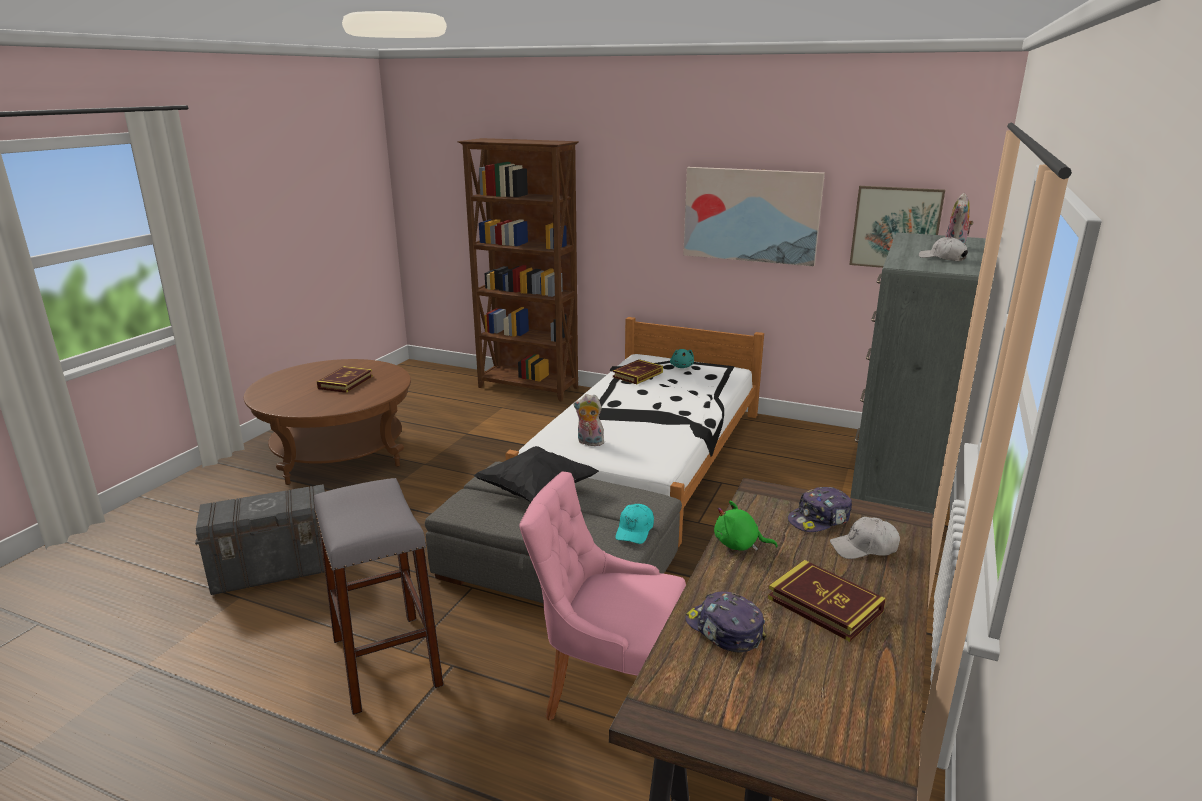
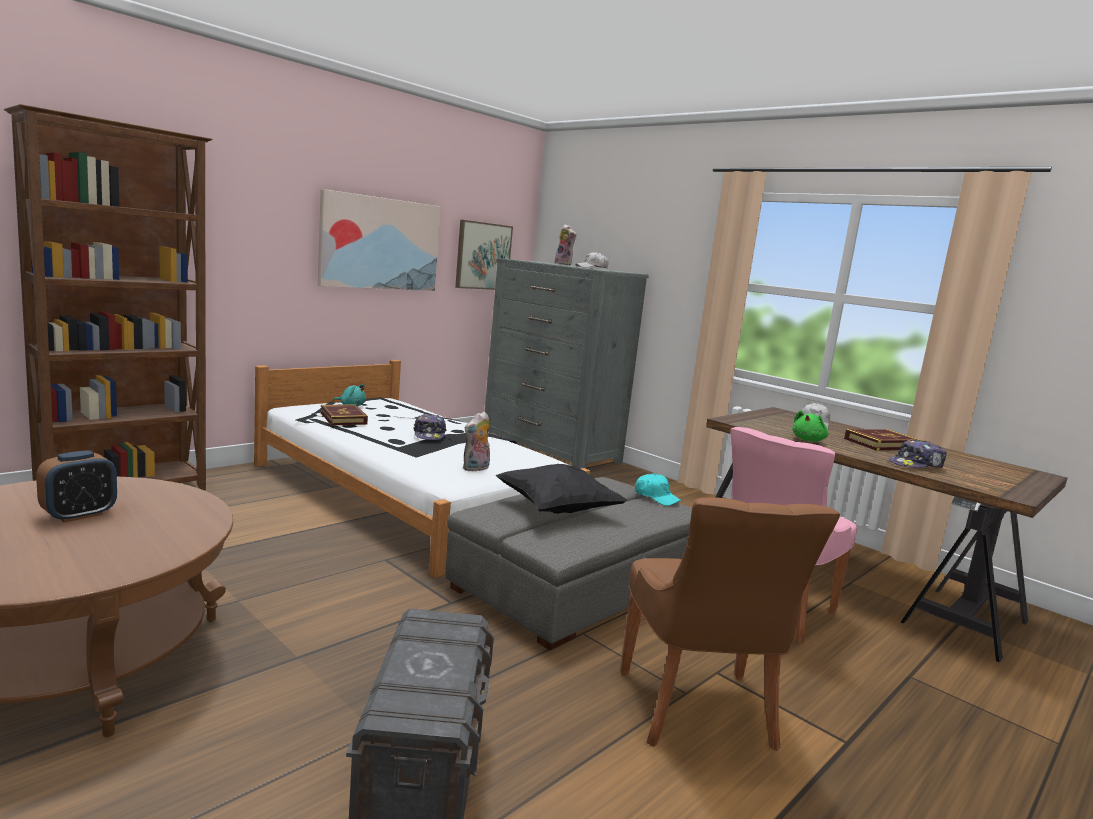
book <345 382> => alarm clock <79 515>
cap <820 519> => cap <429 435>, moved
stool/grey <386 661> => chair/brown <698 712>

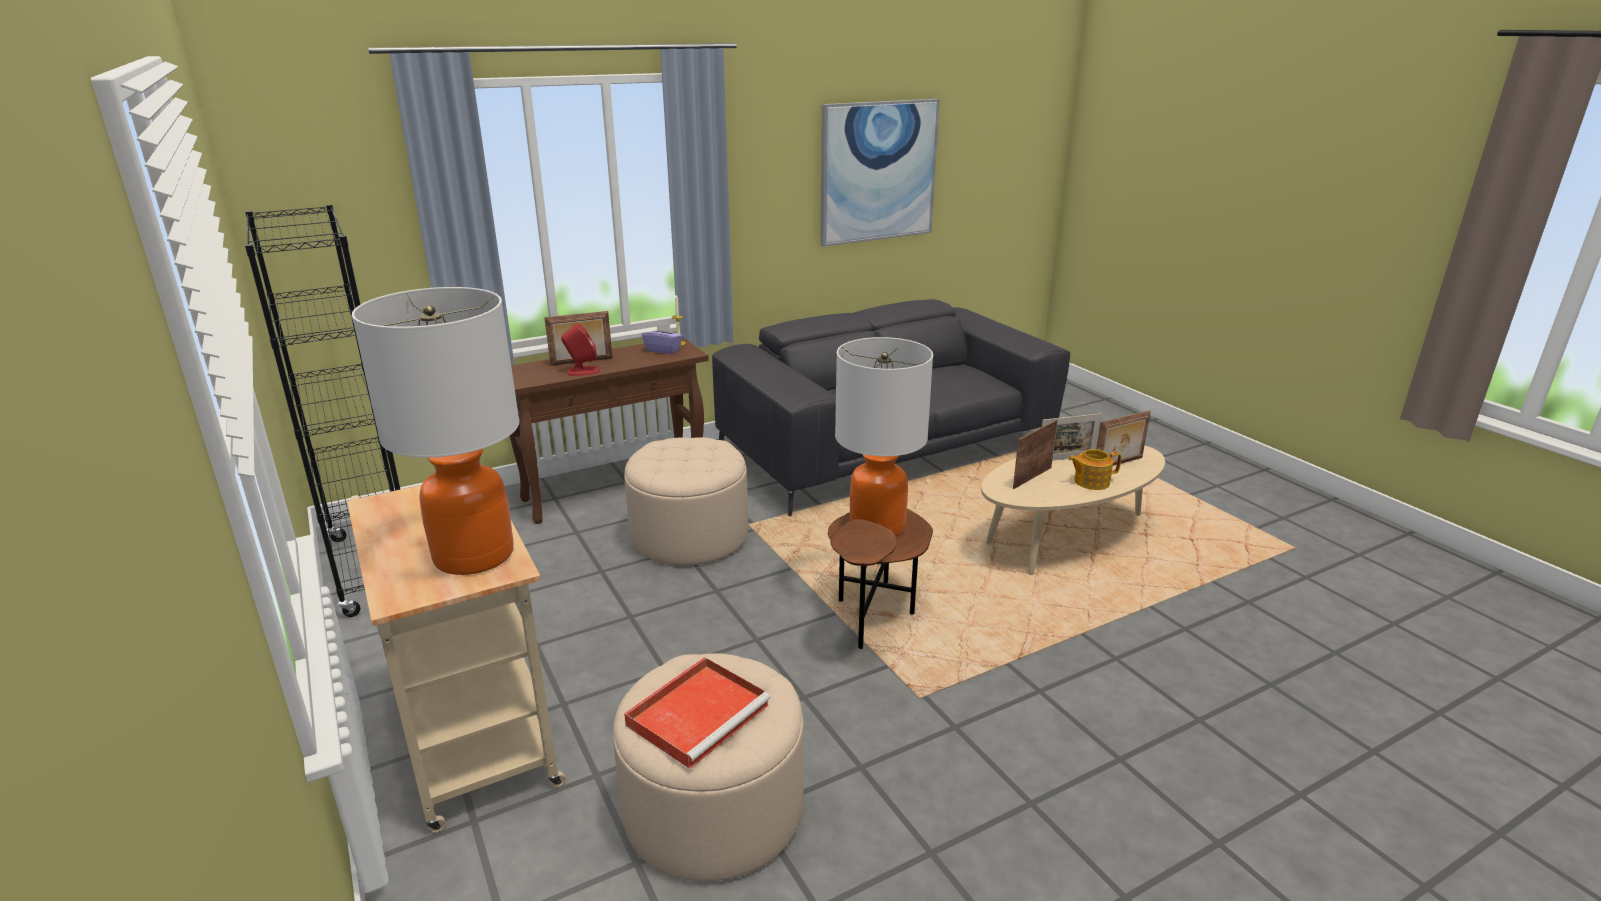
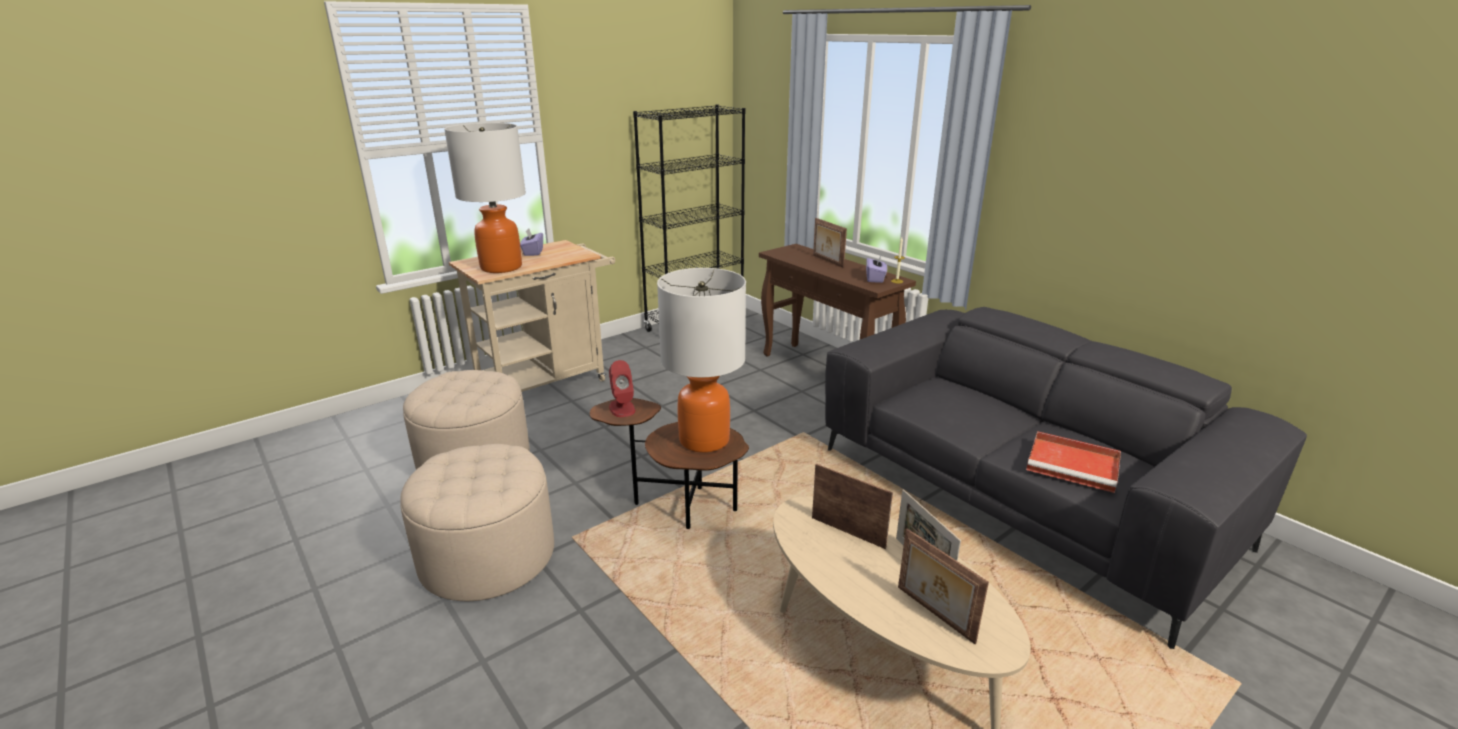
ottoman/beige <689 536> => ottoman/beige <487 556>, moved
nothing => tissue box/purple <533 252>
speaker/red <582 371> => speaker/red <622 408>, moved
tray/red <699 713> => tray/red <1074 465>, moved
picture <878 172> => nothing
teapot <1090 481> => nothing

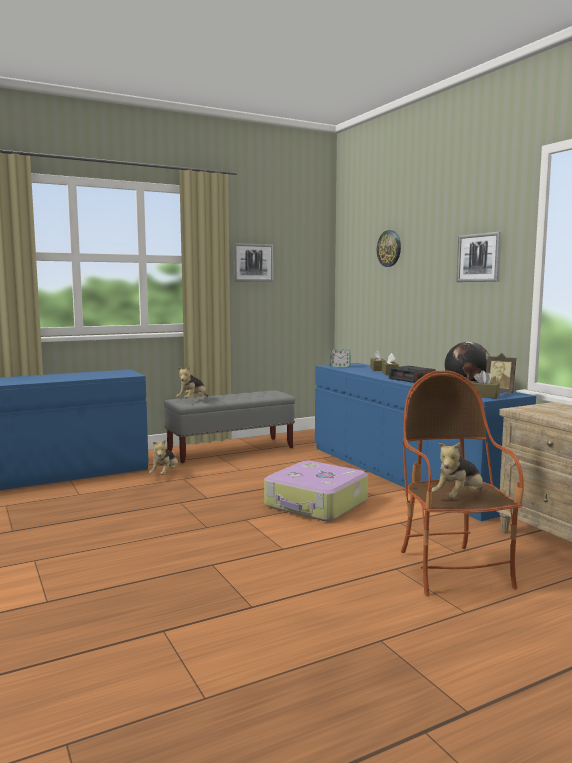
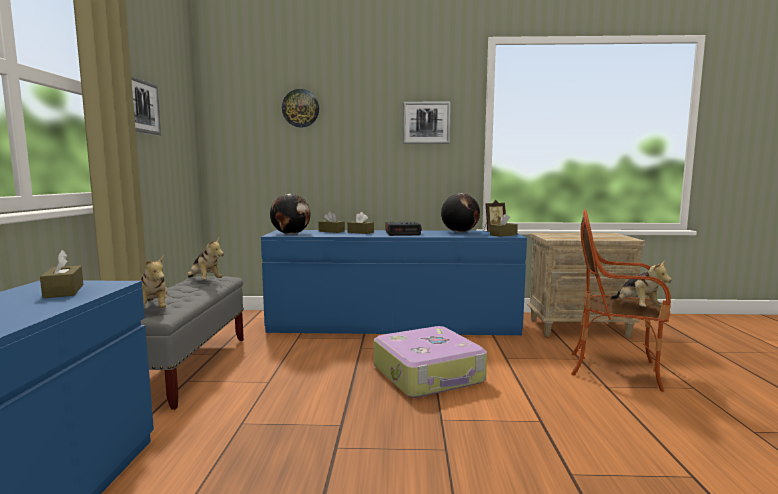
nothing => tissue box/brown <64 291>
plush toy <165 474> => plush toy <205 281>, moved
alarm clock <340 366> => globe <291 234>

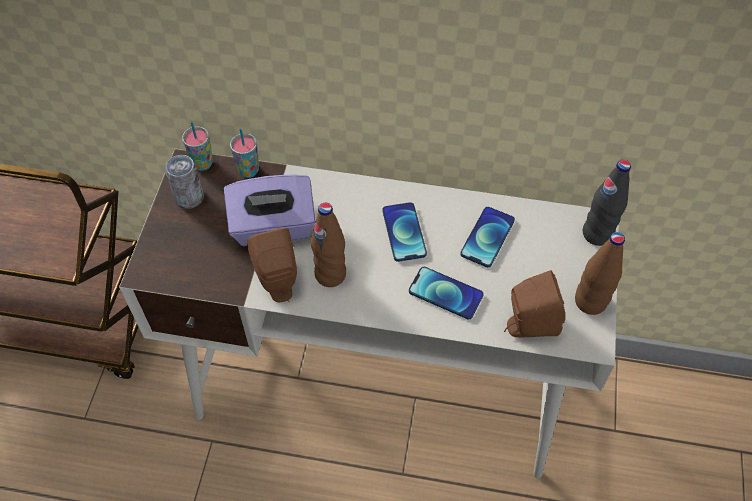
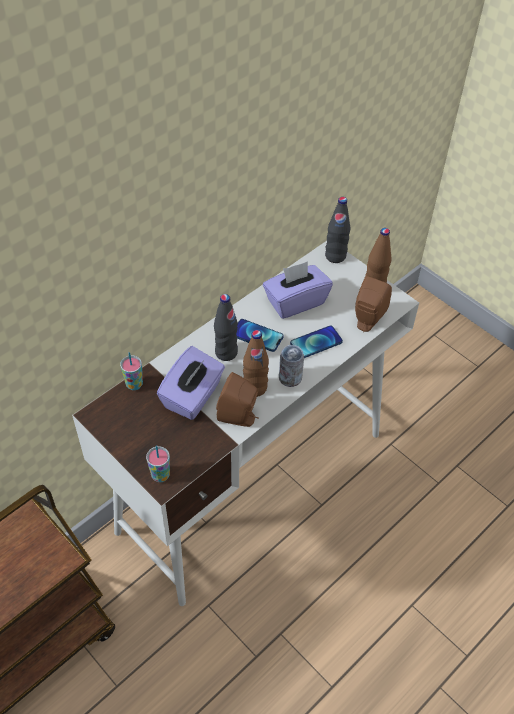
cup <202 164> => cup <160 475>, moved
nothing => bottle/black <226 352>
phone <487 237> => tissue box/purple <295 302>
can <189 198> => can <290 378>, moved

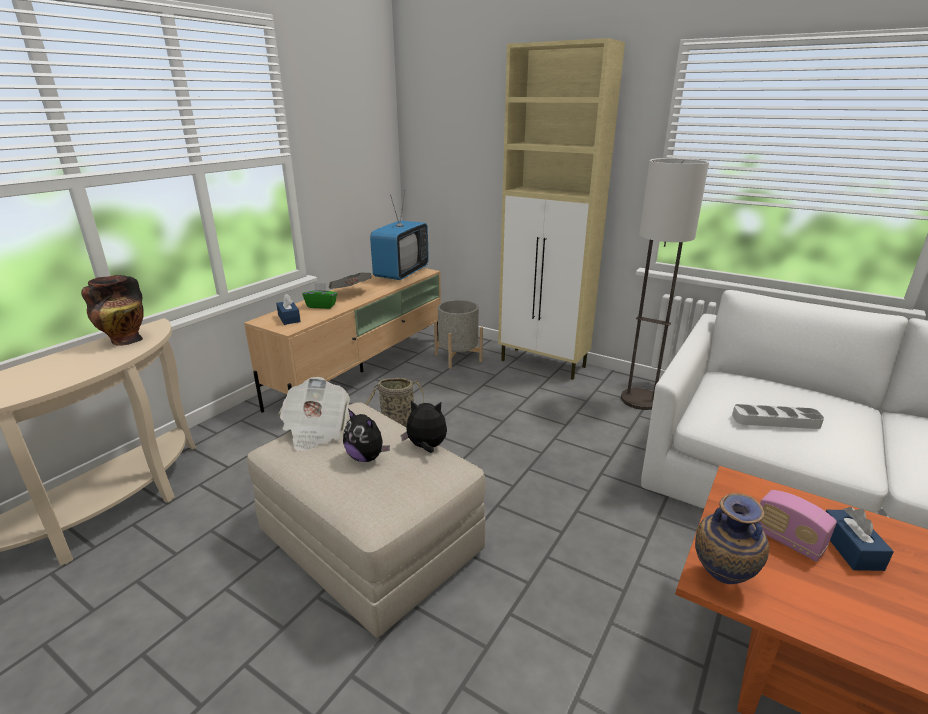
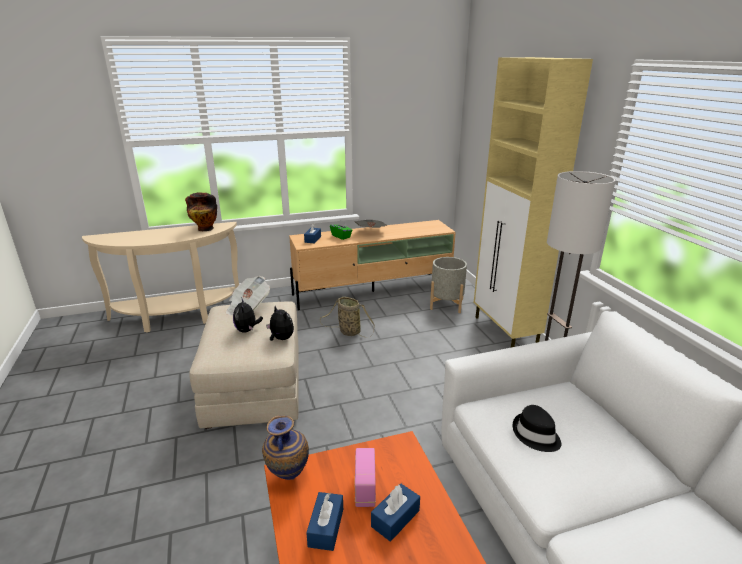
nothing => tissue box/blue <326 527>
tray/grey <775 420> => hat/black <535 435>
television <401 273> => nothing

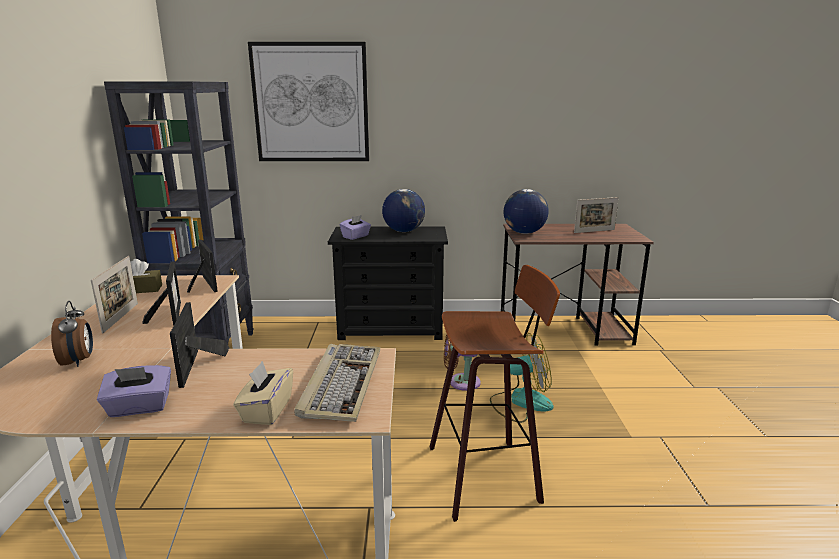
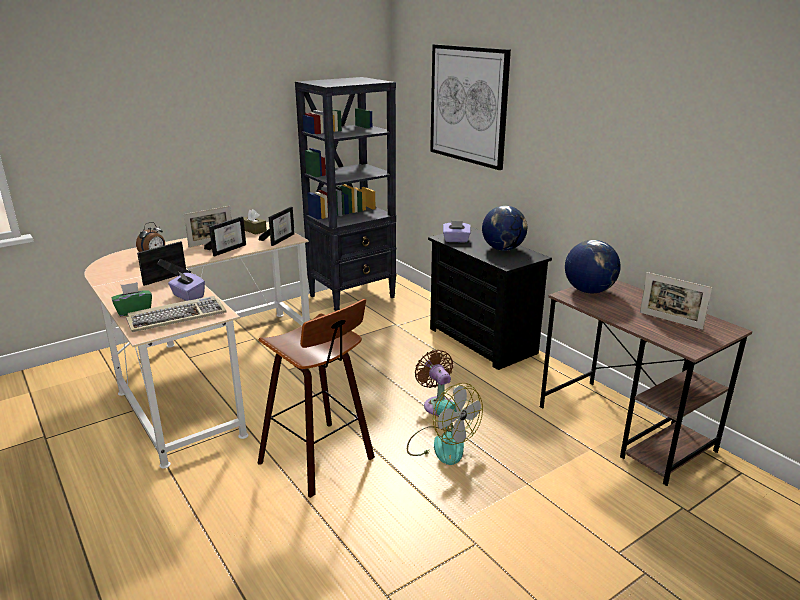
tissue box/beige <266 410> => tissue box/green <134 310>
tissue box/purple <139 407> => tissue box/purple <188 296>, moved

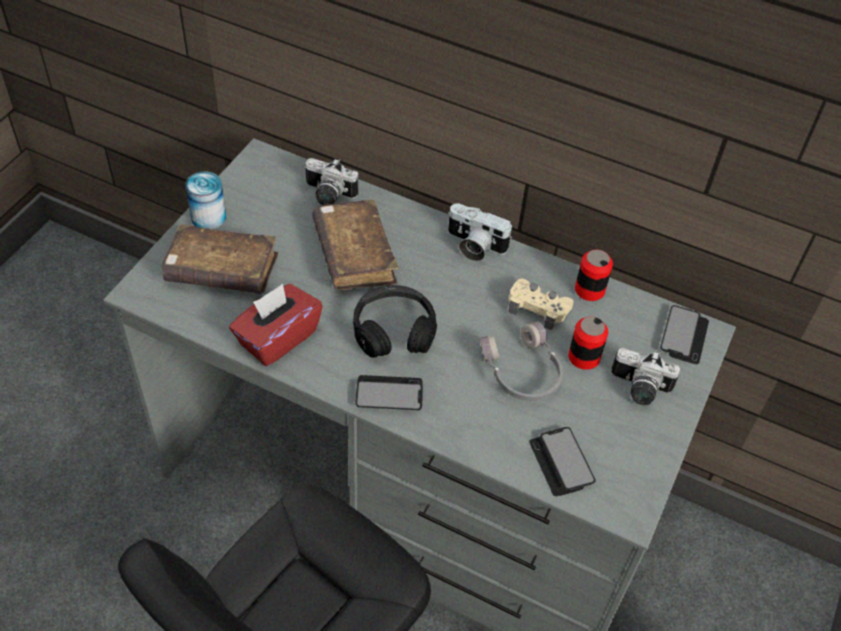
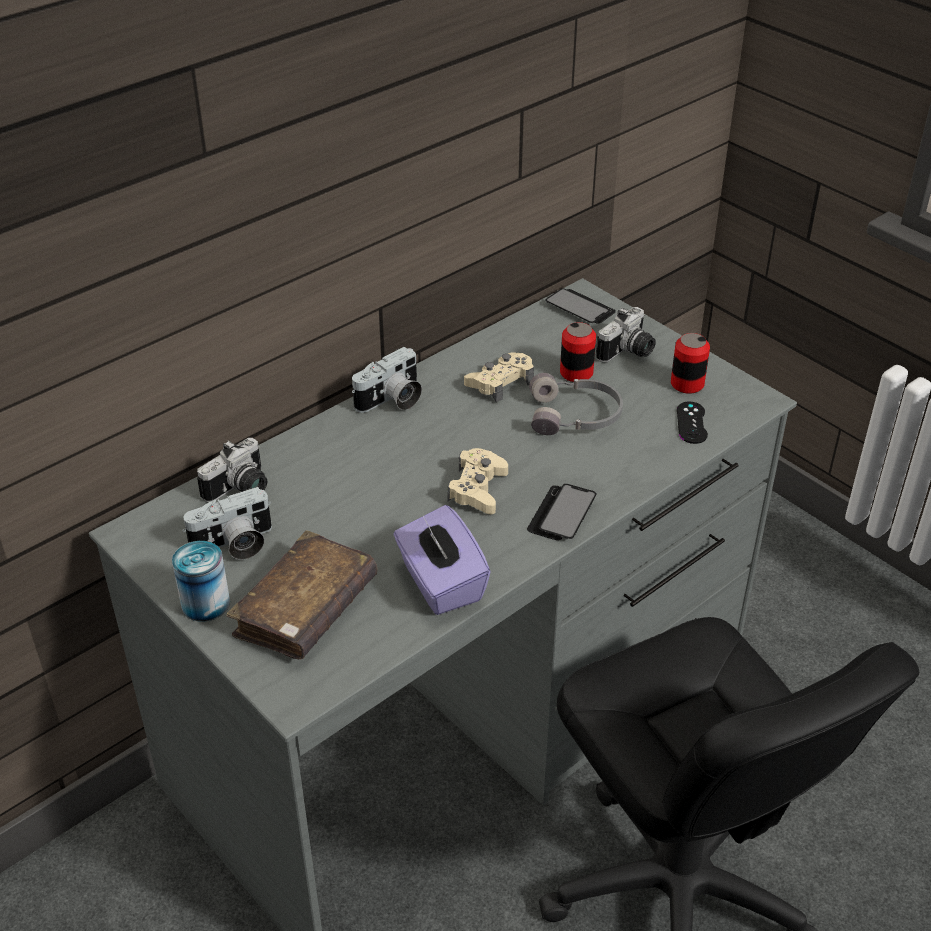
nothing => photo camera <234 545>
tissue box/red <277 338> => tissue box/purple <440 583>
headphones/black <394 330> => game controller/beige <477 489>
can <589 290> => can <687 384>, moved
phone <561 462> => game controller/black <691 423>
book/brown <354 254> => nothing

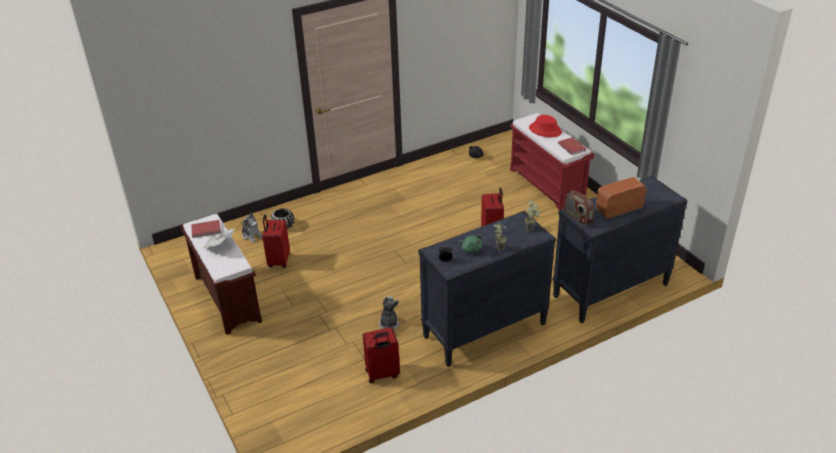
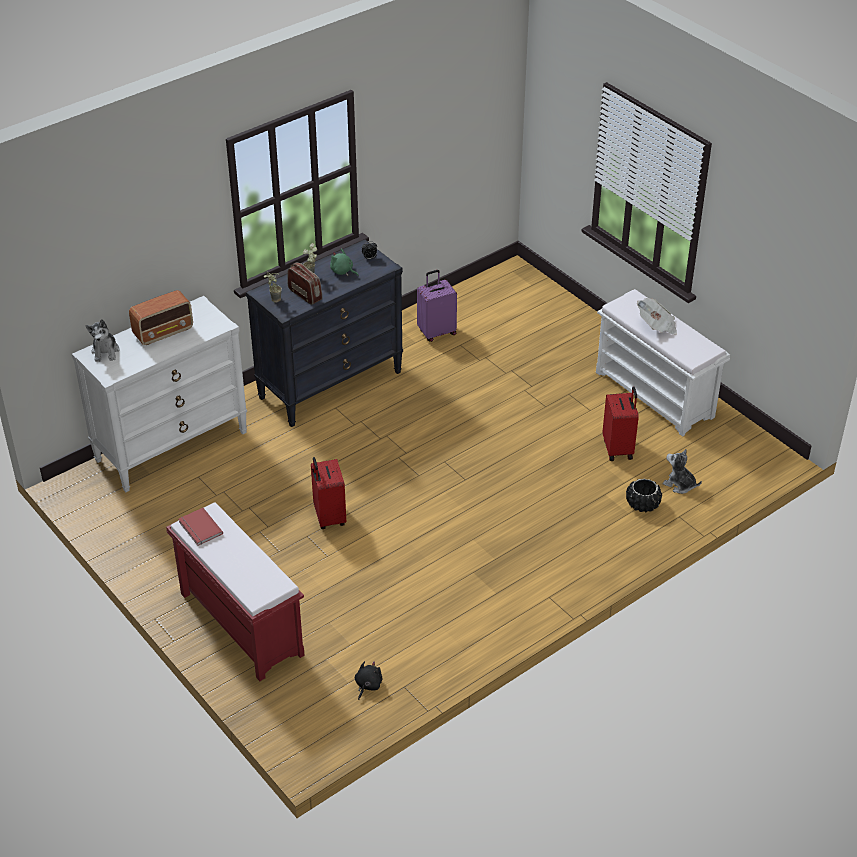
dresser/black <610 291> => dresser/white <172 445>
plush toy <389 323> => plush toy <105 351>, moved
radio <577 217> => radio <305 294>, moved
suitcase/red <382 374> => suitcase/purple <436 332>
bench/brown <226 298> => bench/white <655 395>
book/red <206 230> => nothing
hat/red <545 130> => nothing

